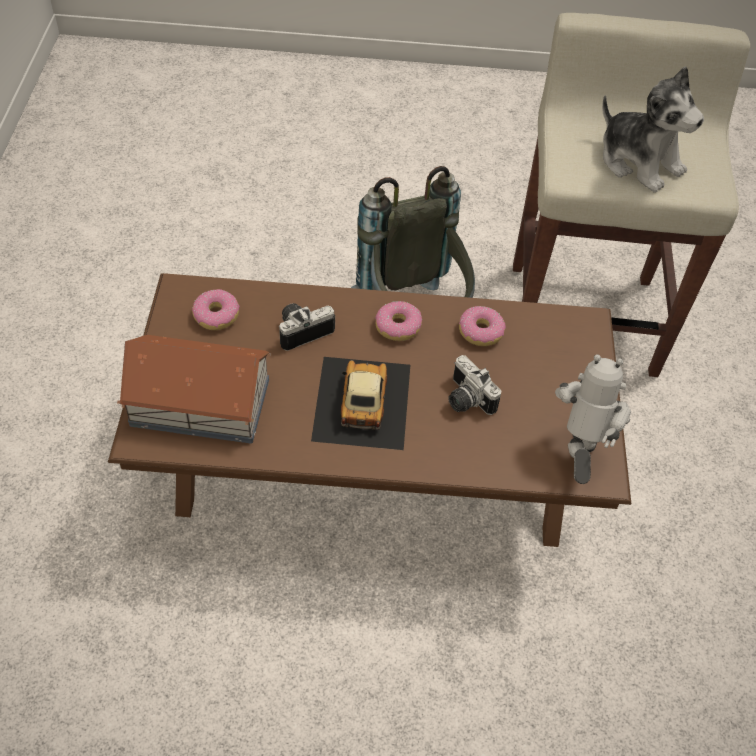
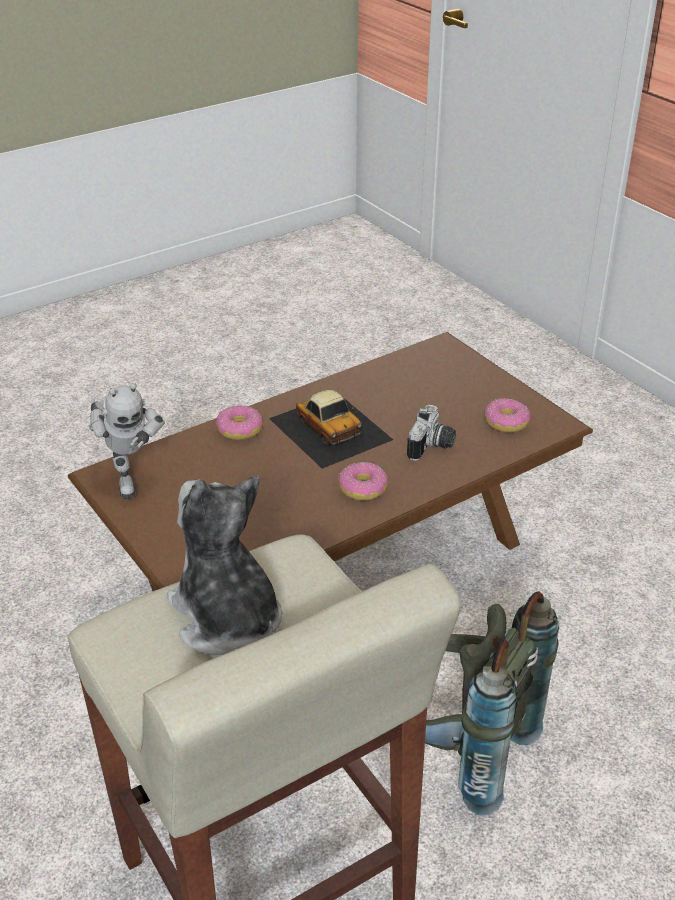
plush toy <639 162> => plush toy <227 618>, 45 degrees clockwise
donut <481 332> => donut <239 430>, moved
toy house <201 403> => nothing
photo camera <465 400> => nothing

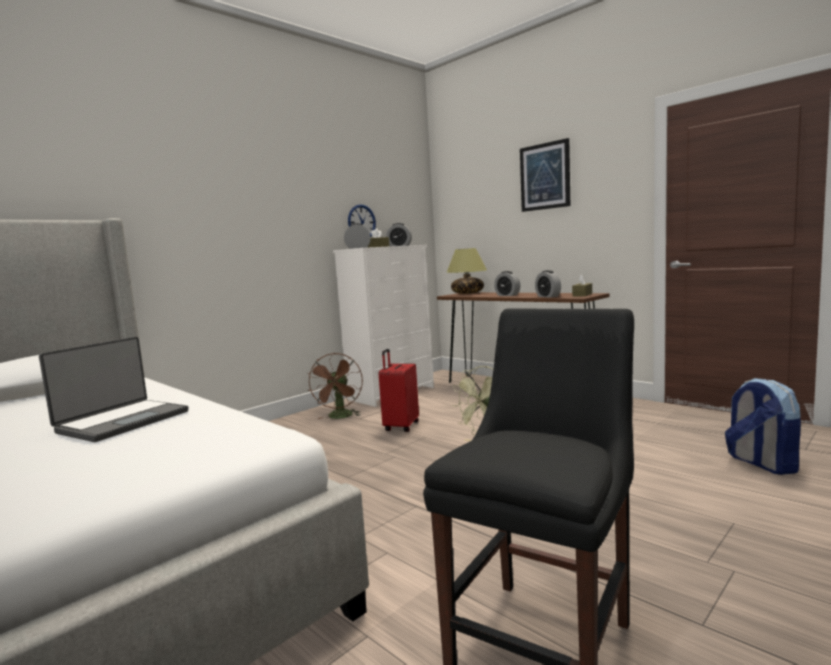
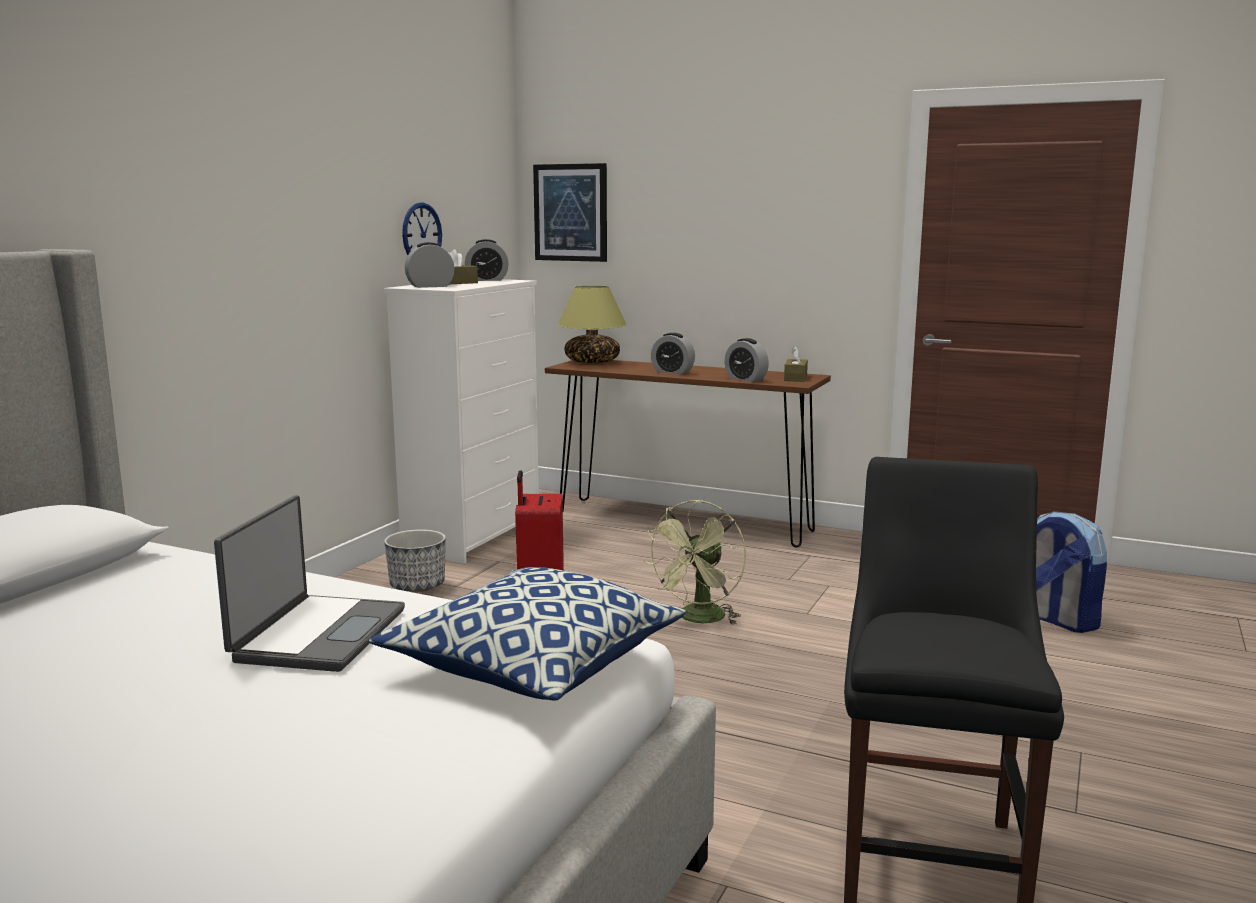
nothing => pillow <534 665>
fan/brown <340 417> => planter <417 586>
picture <545 176> => picture <571 212>, moved

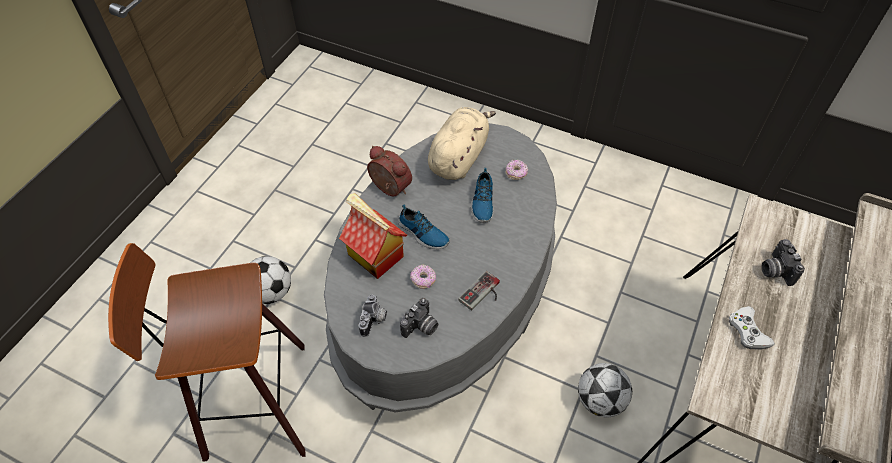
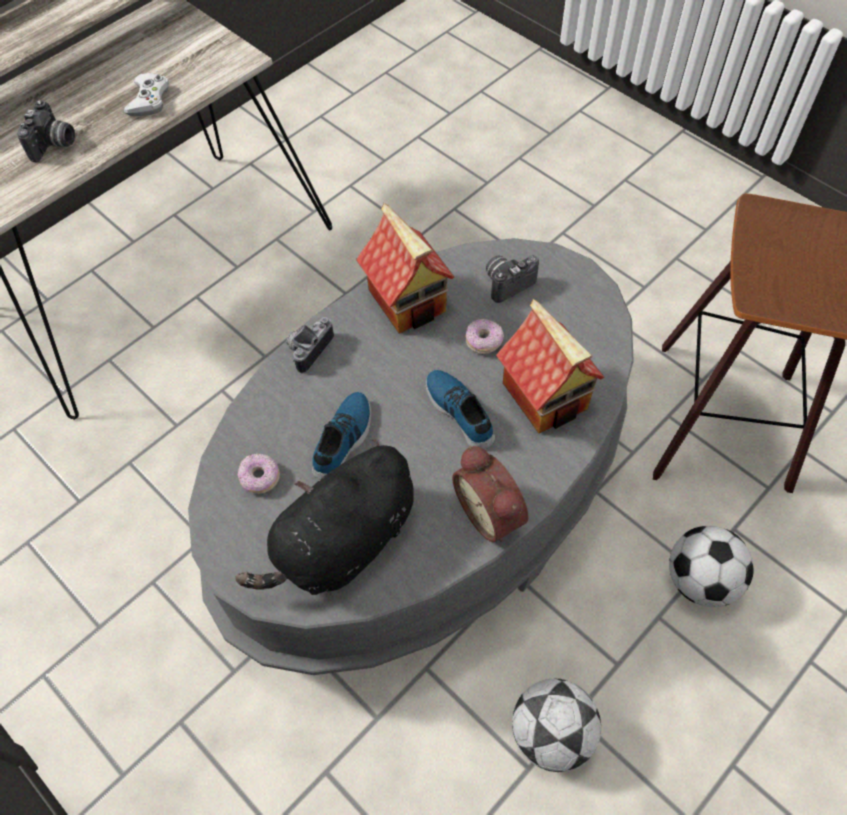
plush toy/beige <459 157> => plush toy/black <342 544>
photo camera <374 320> => photo camera <308 348>, moved
game controller <483 294> => toy house <409 301>
football <600 400> => football <551 733>, moved

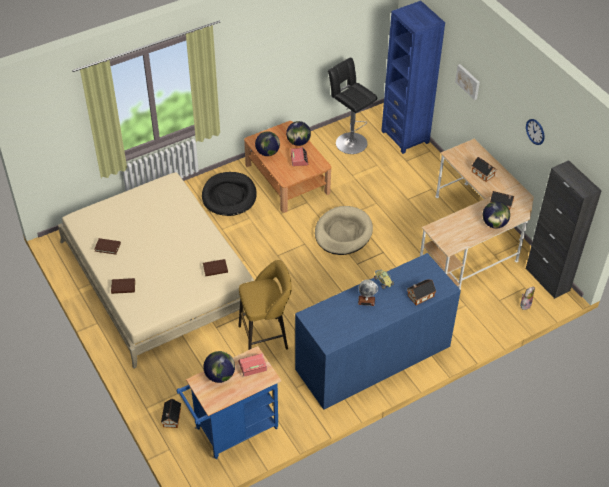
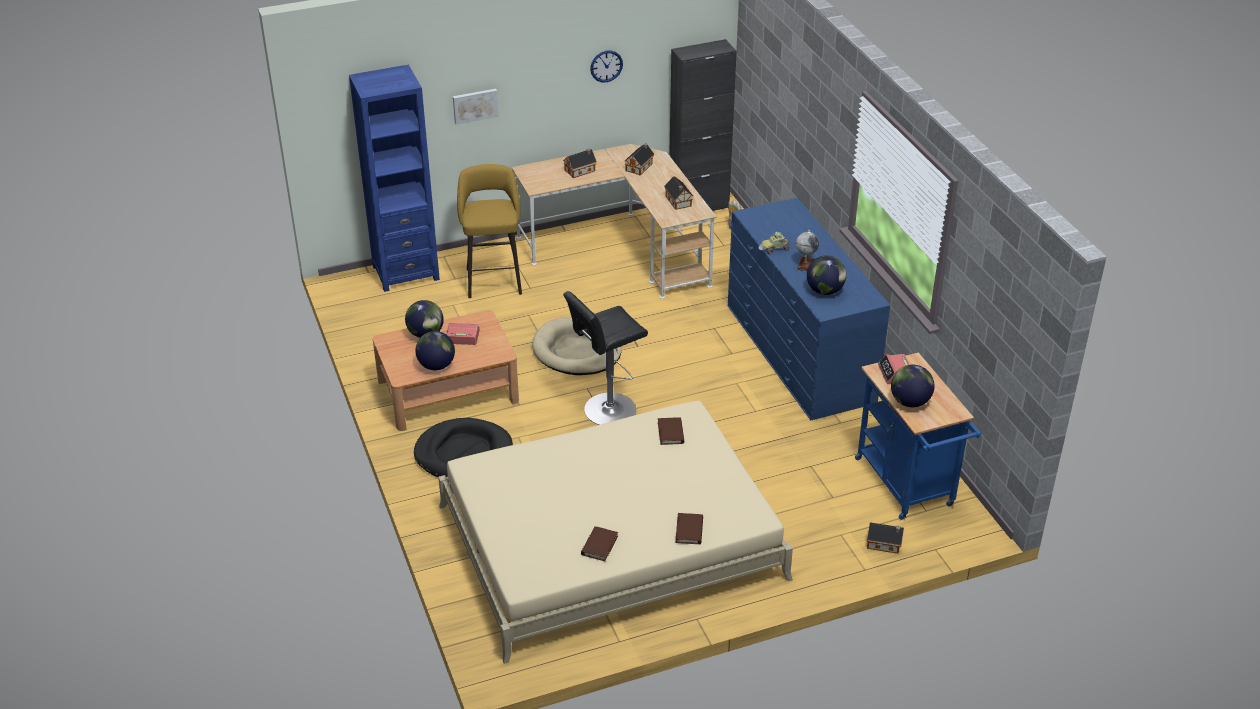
stool/yellow <266 336> => stool/yellow <493 279>, moved
stool/black <349 142> => stool/black <606 411>, moved
toy house <419 296> => toy house <678 202>, moved
globe <494 224> => globe <825 291>, moved

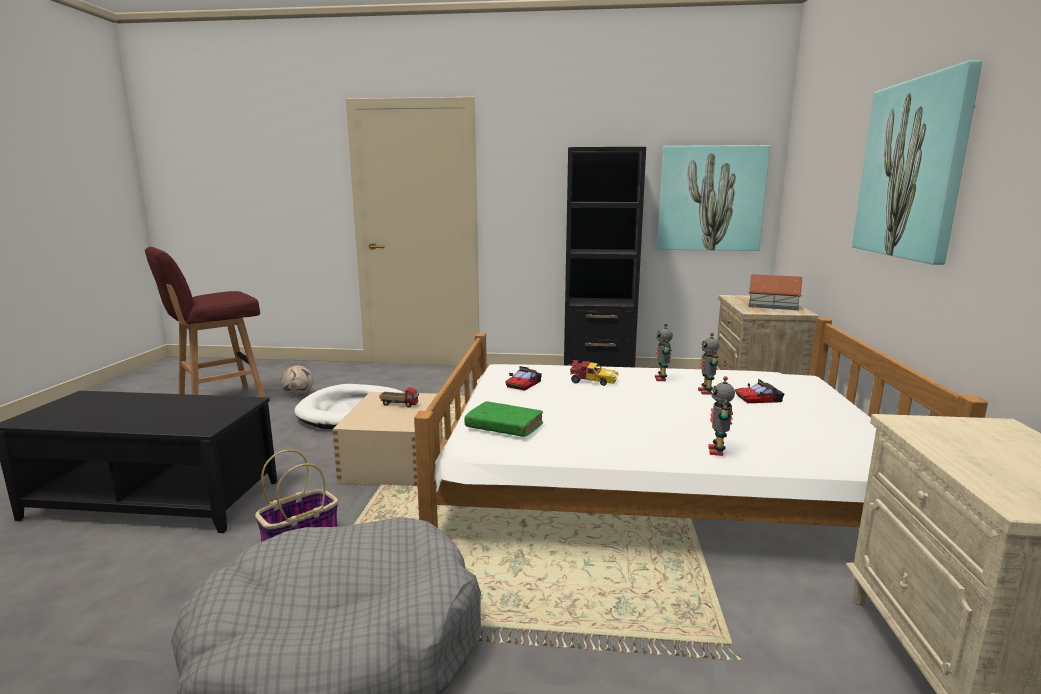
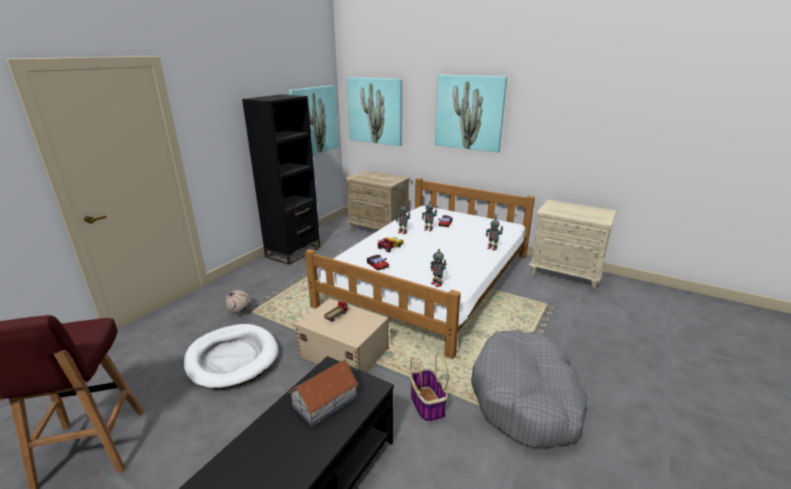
football <299 394> => football <240 311>, moved
toy house <773 306> => toy house <325 401>, moved
nothing => picture <375 111>
book/green <504 427> => toy robot <437 284>

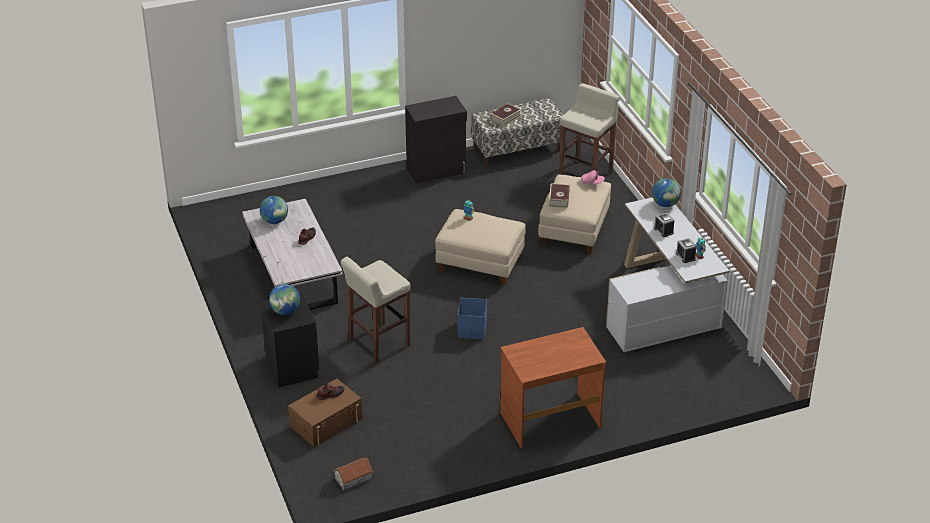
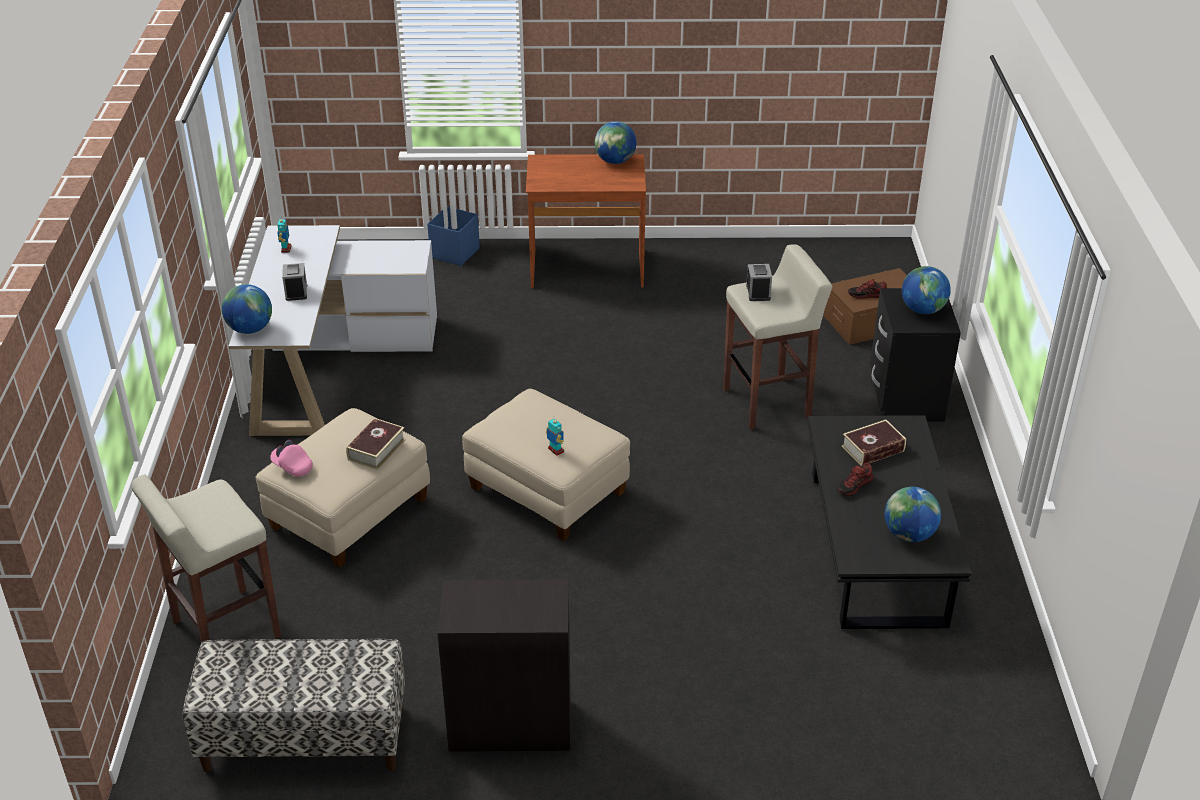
storage box/blue <472 330> => storage box/blue <455 253>, moved
nothing => globe <615 161>
alarm clock <685 256> => alarm clock <758 292>, moved
coffee table/white <293 274> => coffee table/black <875 549>
book <505 118> => book <873 449>, moved
toy house <352 478> => nothing

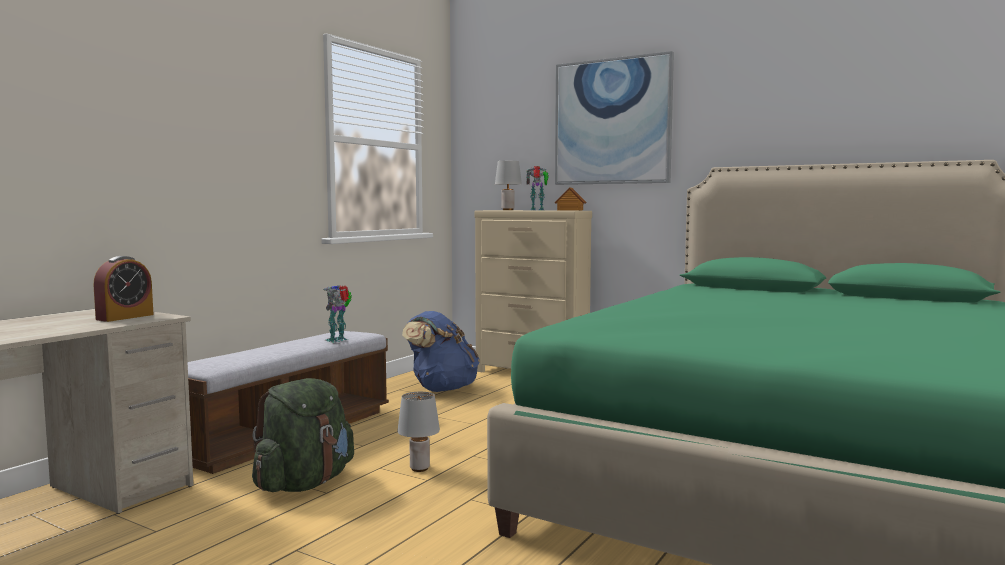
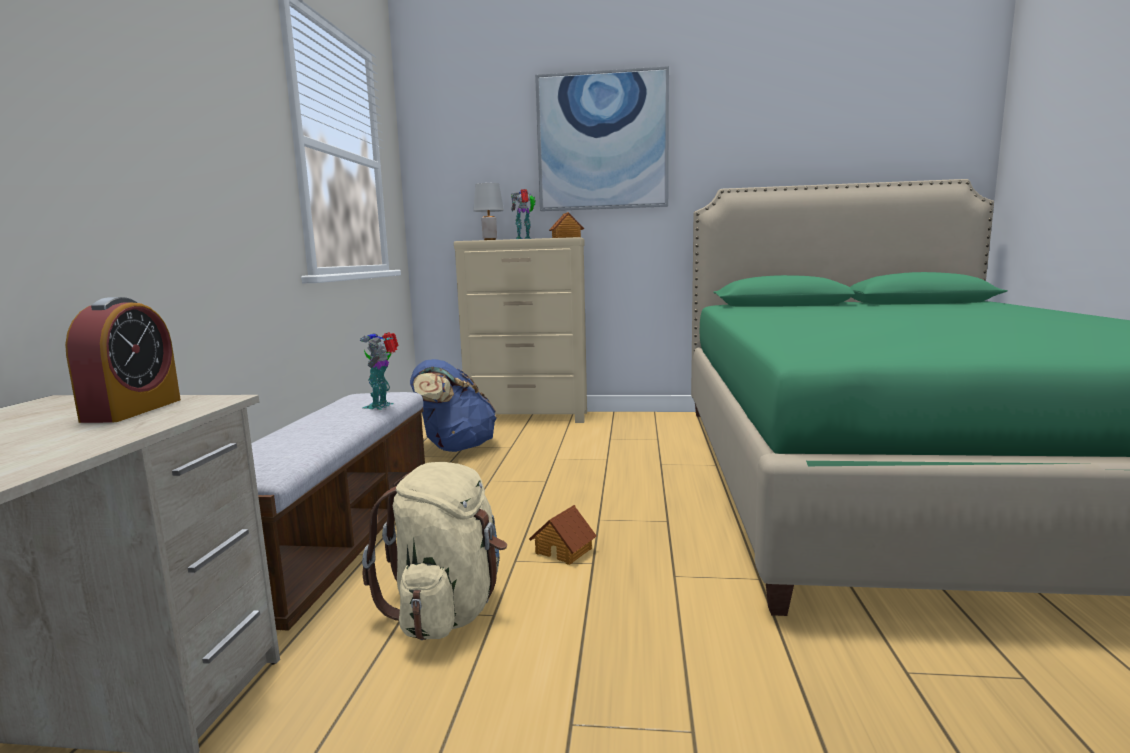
backpack/green <304 484> => backpack/beige <447 609>
table lamp/grey <419 469> => toy house <564 550>

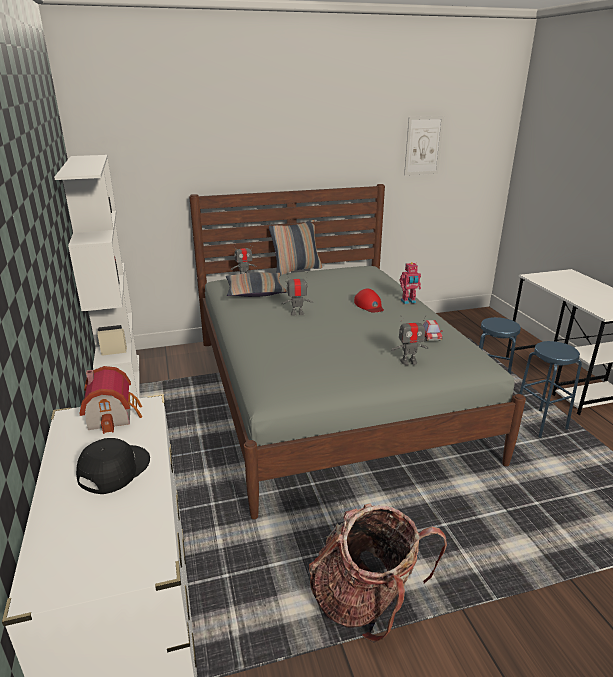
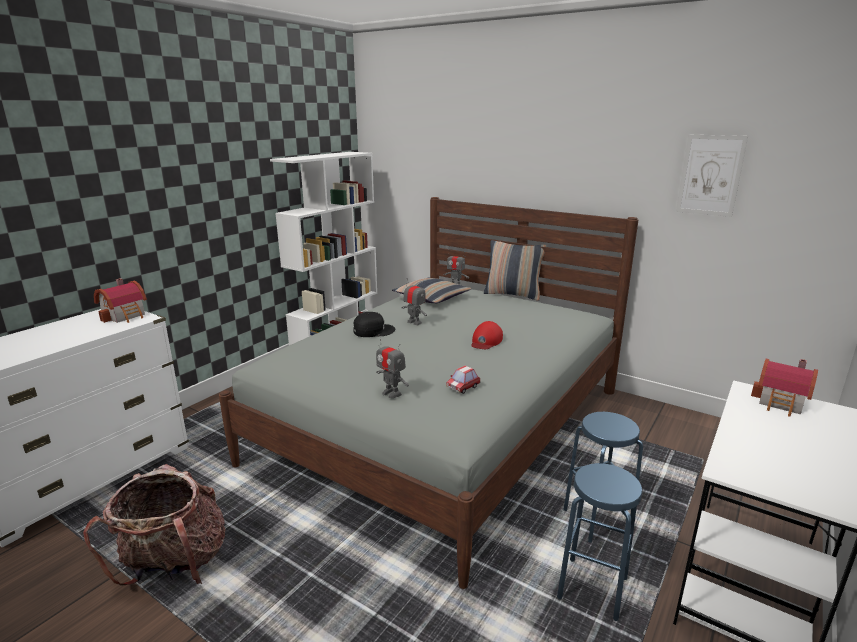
cap/black <113 469> => cap/black <373 330>, moved
nothing => toy house <782 403>
toy robot <408 302> => nothing

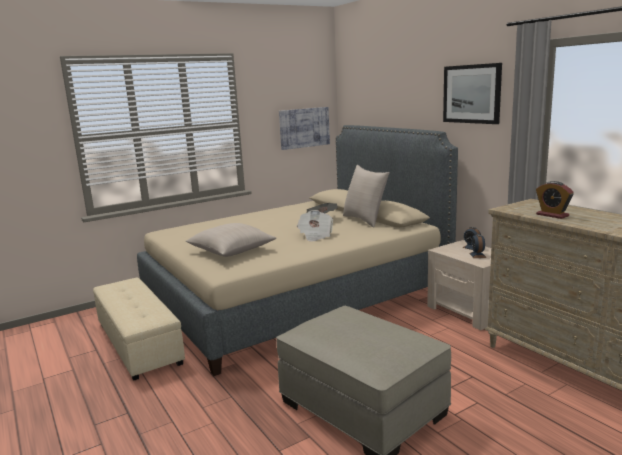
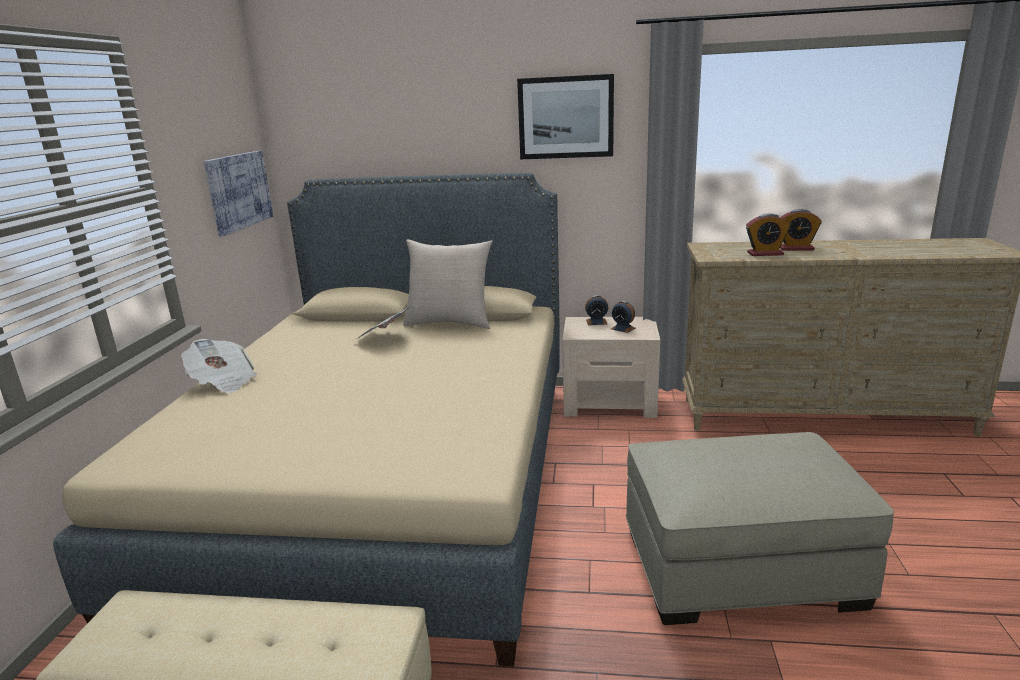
newspaper <315 235> => newspaper <223 382>, moved
nothing => alarm clock <796 248>
pillow/beige <231 251> => nothing

